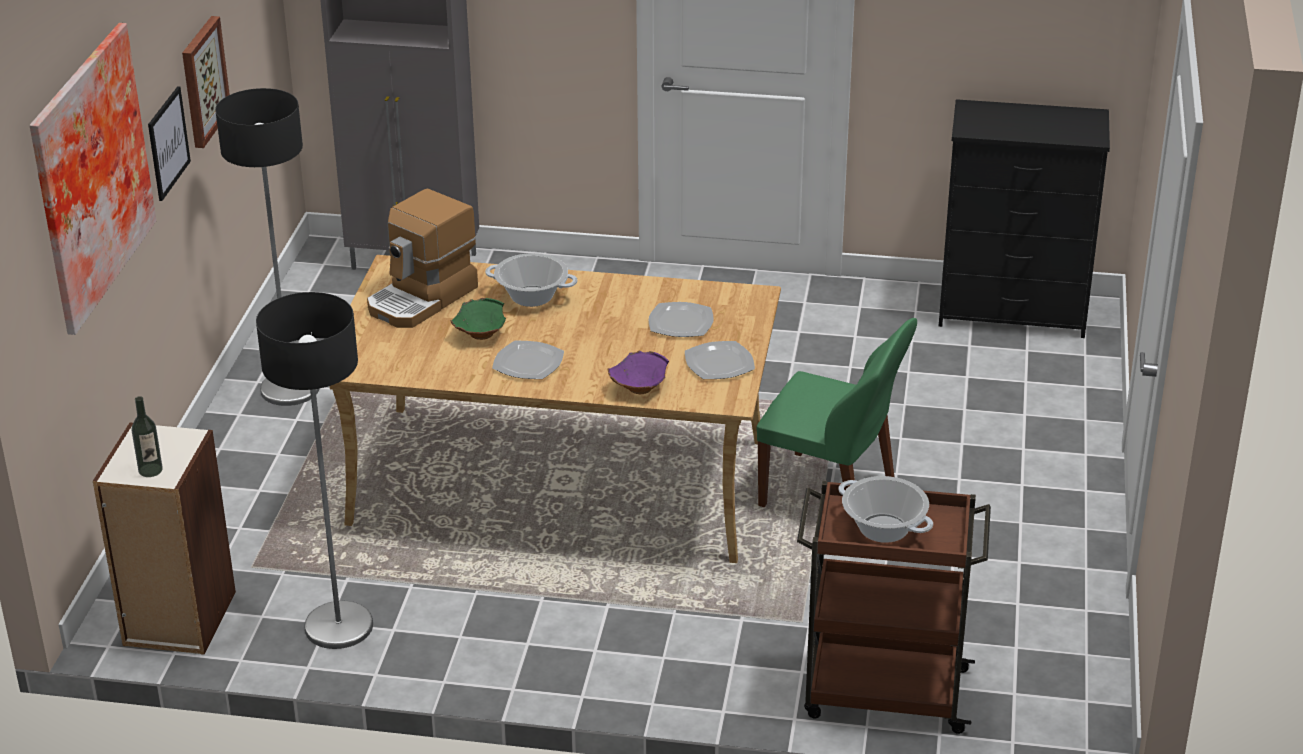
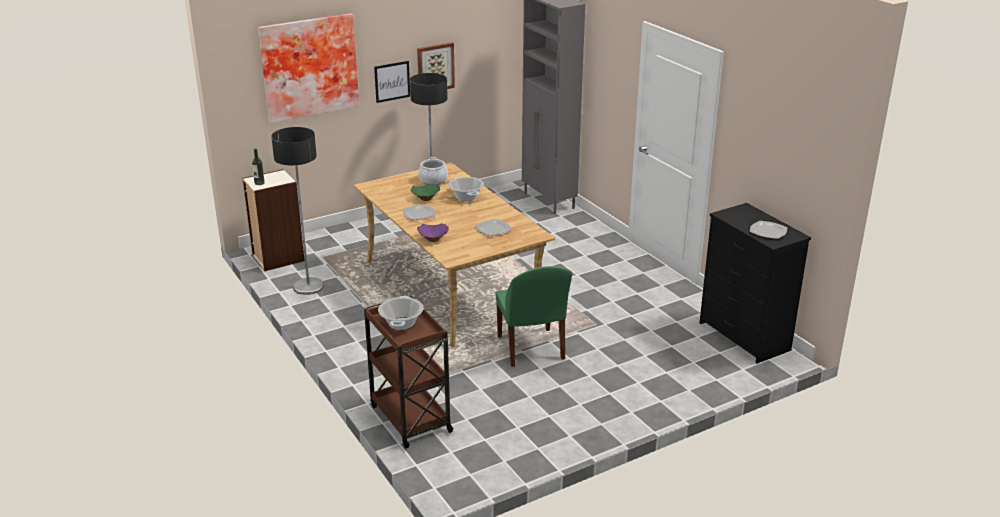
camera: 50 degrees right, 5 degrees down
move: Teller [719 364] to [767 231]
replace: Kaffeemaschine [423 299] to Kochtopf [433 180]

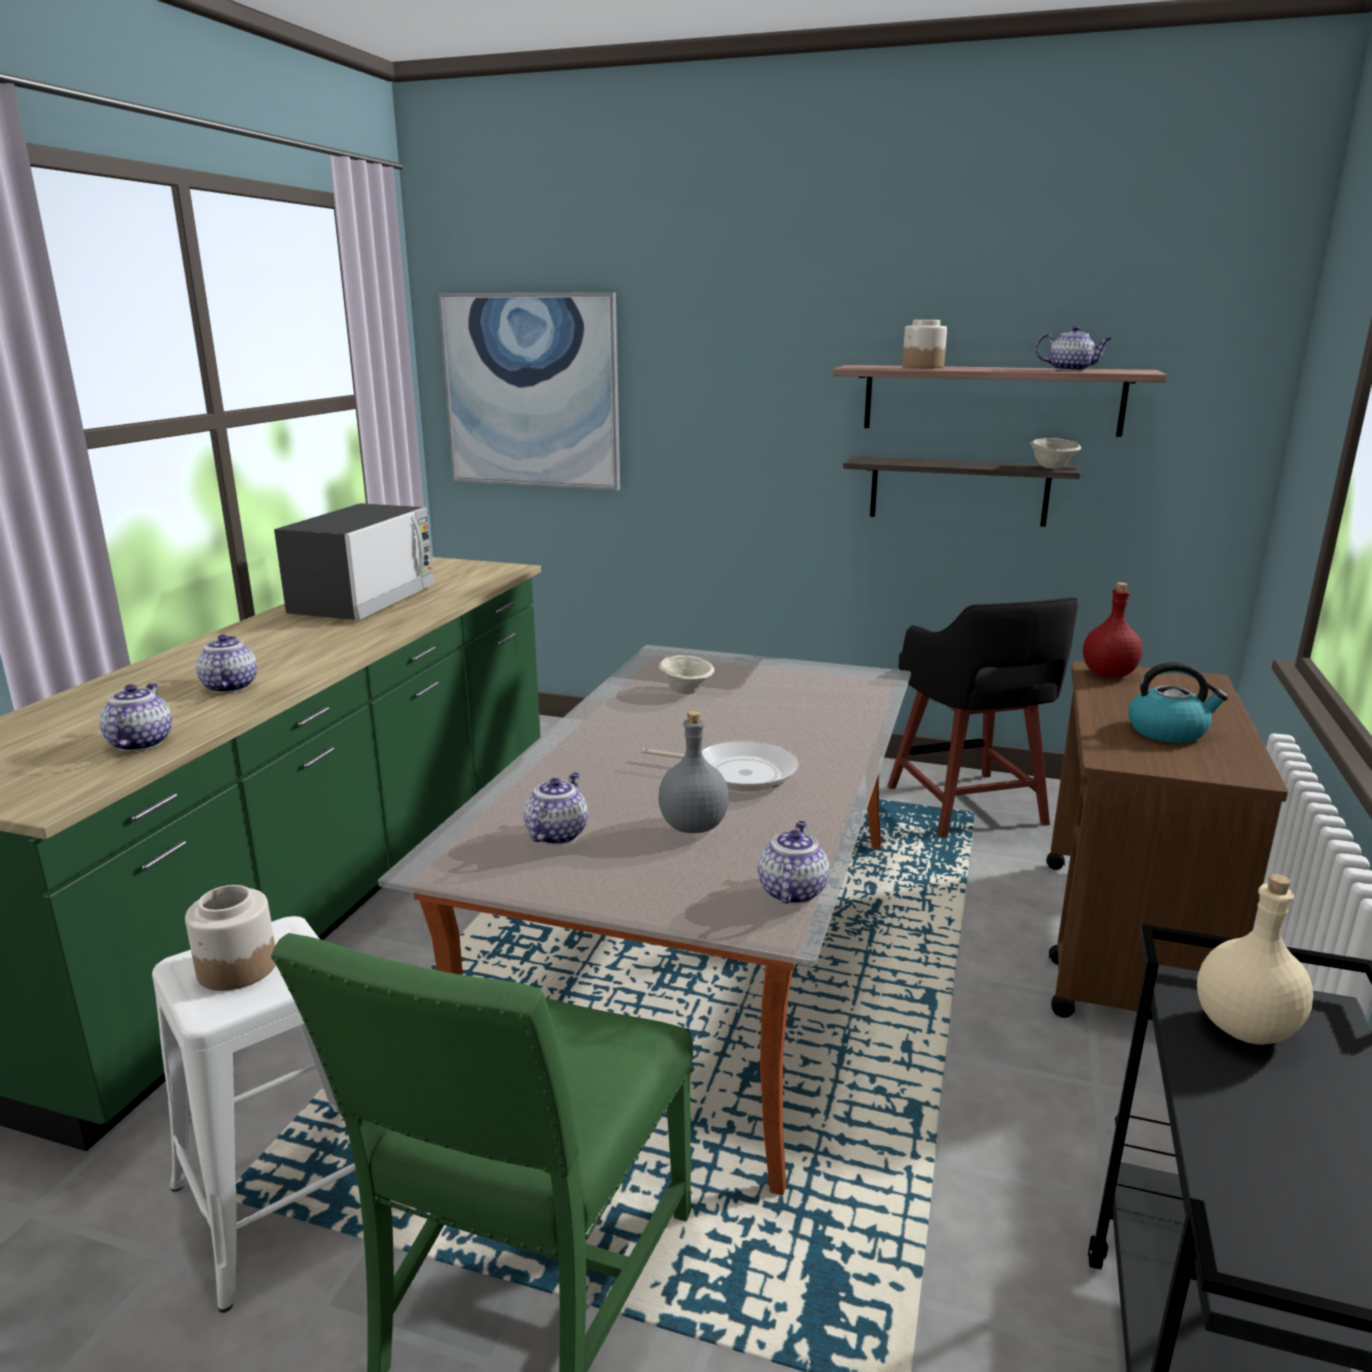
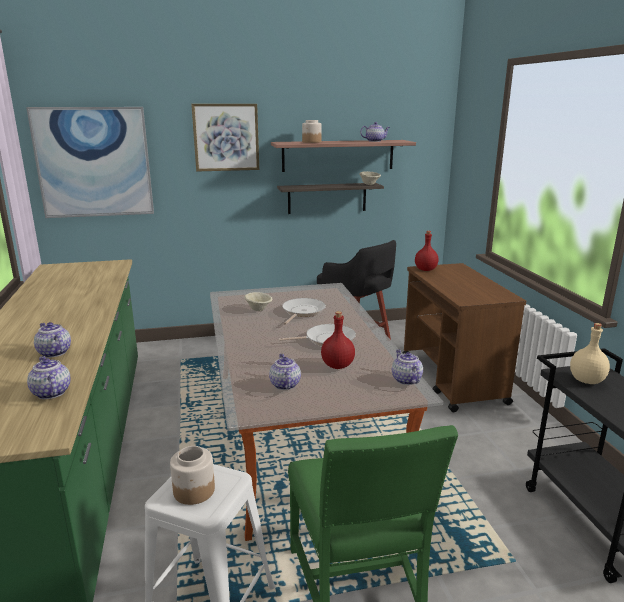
camera: 30 degrees left, 0 degrees up
delete: Mikrowelle [364 601]; Wasserkessel [1168 731]
insert: Bild [226 137]; Pfanne [302 312]
recolor: Flasche (grau) [693 826] to Flasche (rot) [337 365]

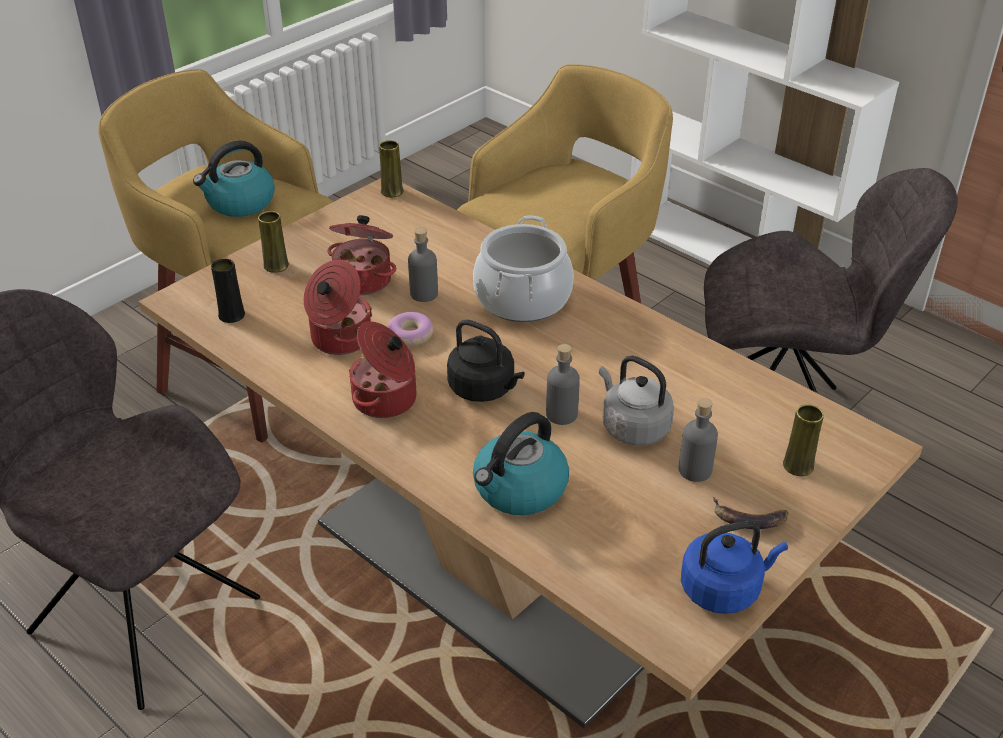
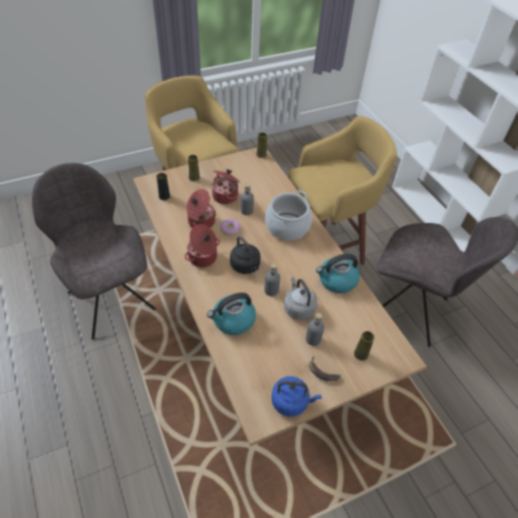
camera: 20 degrees right, 10 degrees up
move: Wasserkessel [240 203] to [336 280]

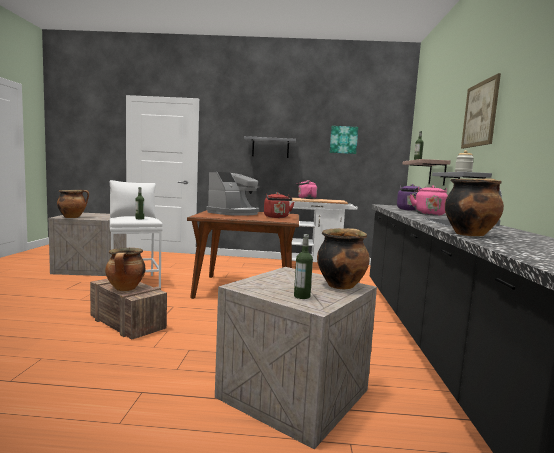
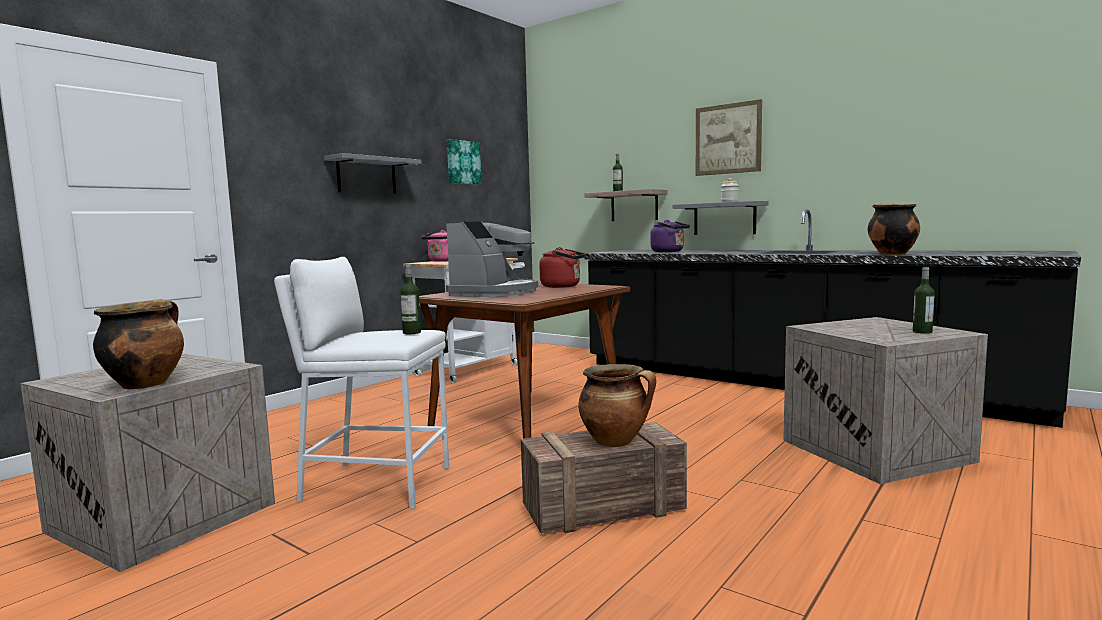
camera: 55 degrees left, 0 degrees up
delete: Wasserkessel (rosa) [428 214]; Kochtopf [341 285]
rotate: Kaffeemaschine [234 213] = [495 292] 45 degrees clockwise

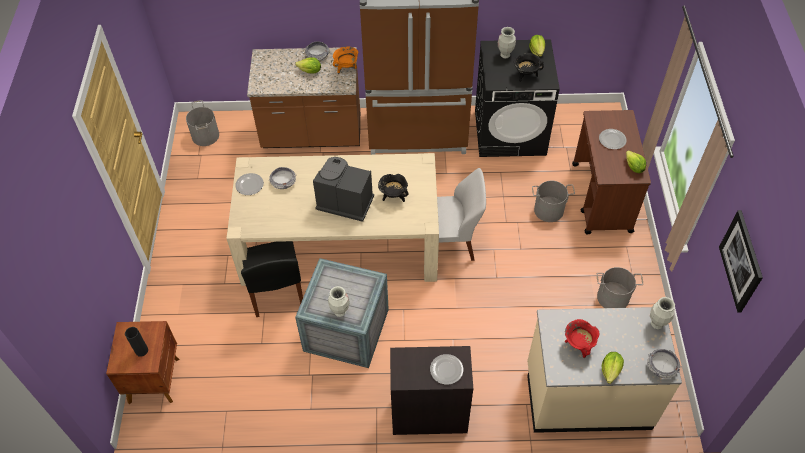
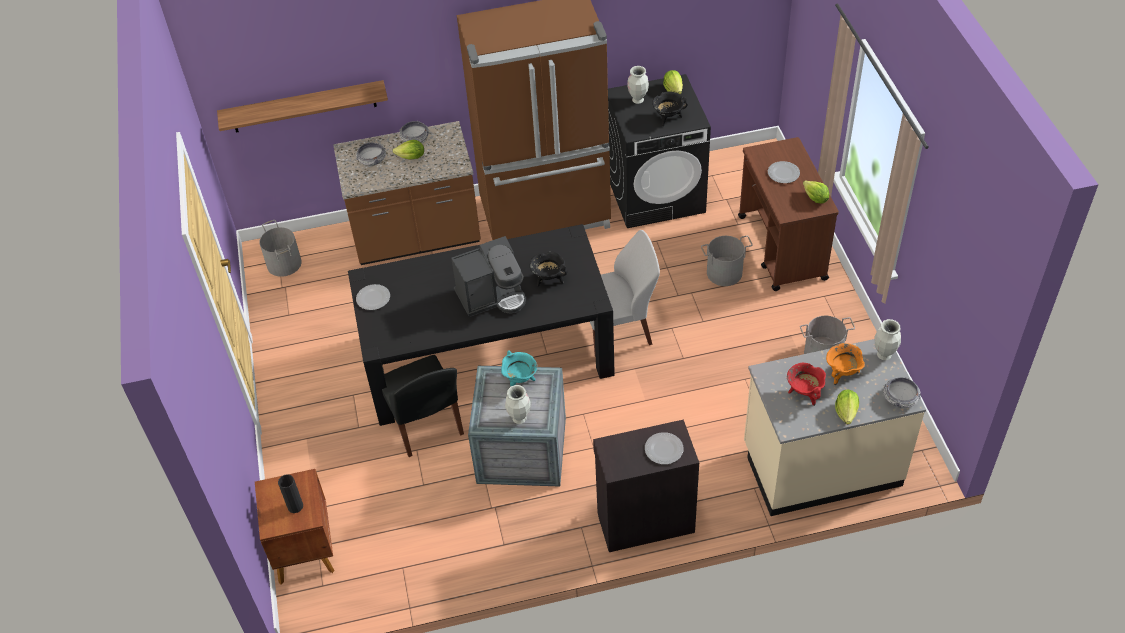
camera: 10 degrees left, 5 degrees down
delete: Bild [741 261]
insert: Wandregal [303 107]; Kochtopf (türkis) [520 380]
move: Kochtopf (orange) [346 68] to [842 374]; Schüssel [283 182] to [372 159]
recolor: Esstisch (beige) [340 243] to Esstisch (schwarz) [487 355]
rotate: Kaffeemaschine [344 202] = [492 296] 150 degrees clockwise

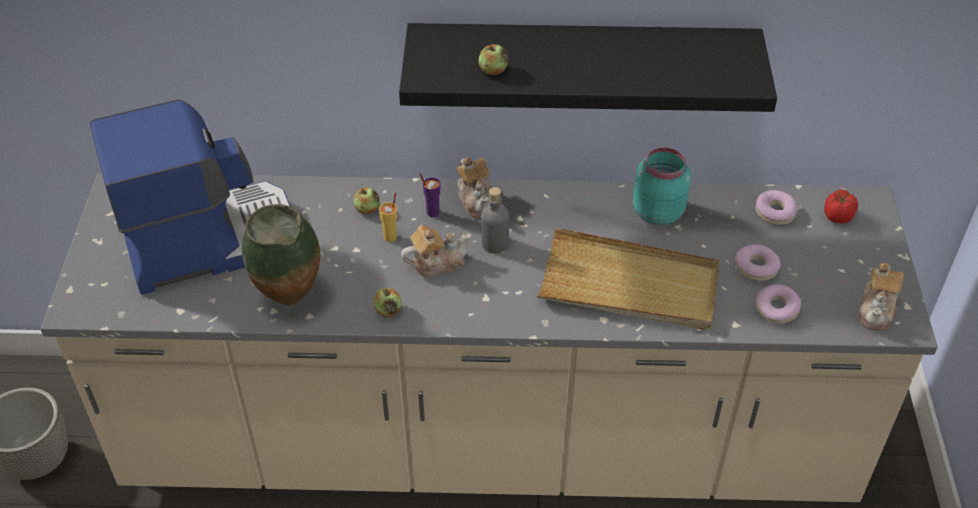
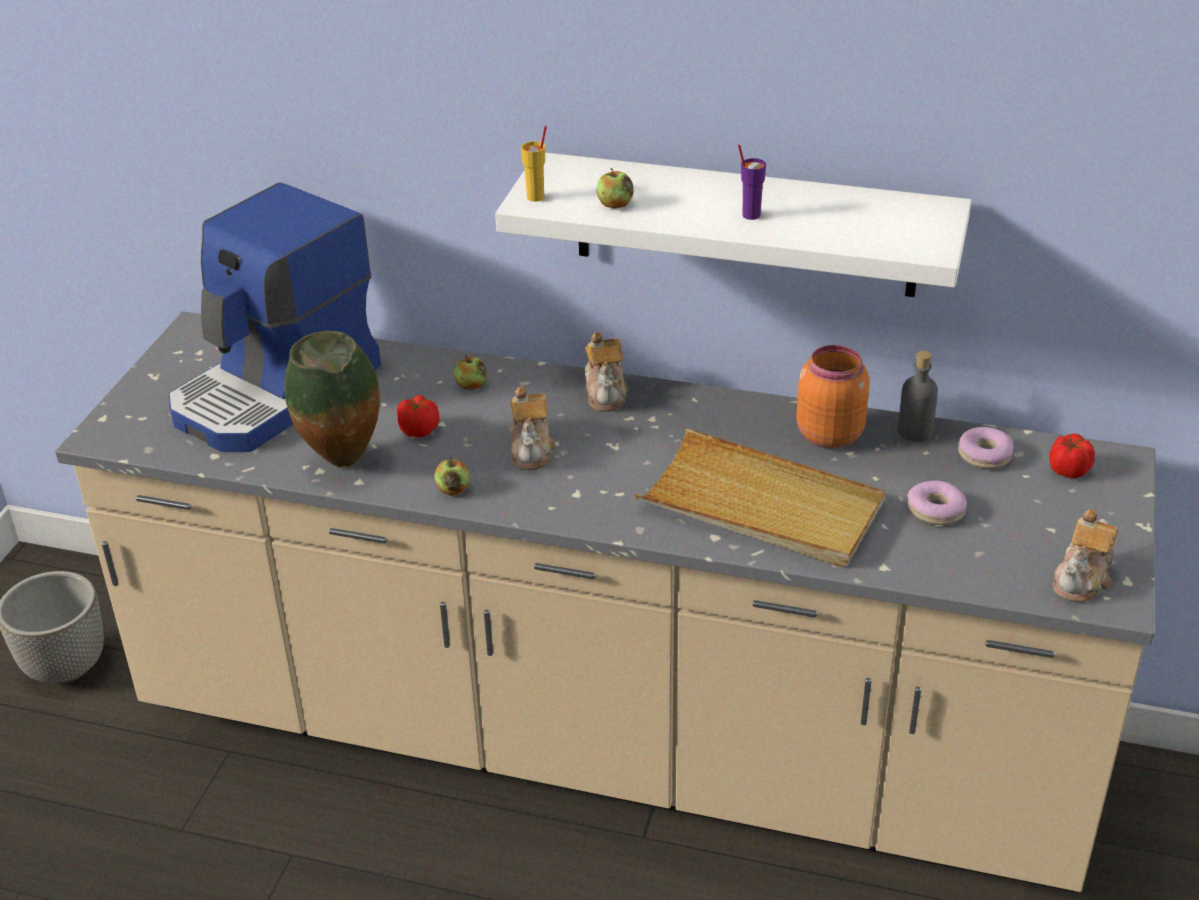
camera: 15 degrees right, 10 degrees down
delete: Donut [776 309]
insert: Tomate [418 430]
move: Tasse (lila) [432 212] to [750 215]; Flasche (grau) [495 243] to [915 431]; Tasse (gelb) [390 237] to [536 197]
recolor: Wandregal (schwarz) [581 62] to Wandregal (weiß) [745 225]; Vorratsglas (türkis) [656 211] to Vorratsglas (orange) [828 434]
rotate: Kaffeemaschine [210 240] = [277 392] 135 degrees clockwise; Teekanne [437 262] = [532 450] 90 degrees clockwise

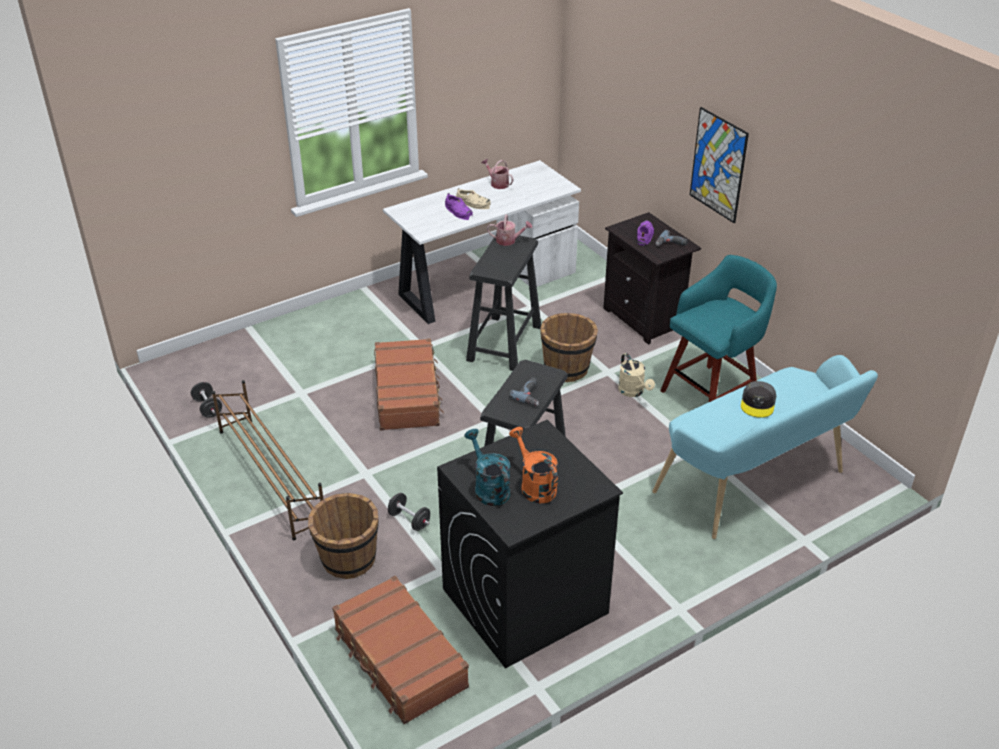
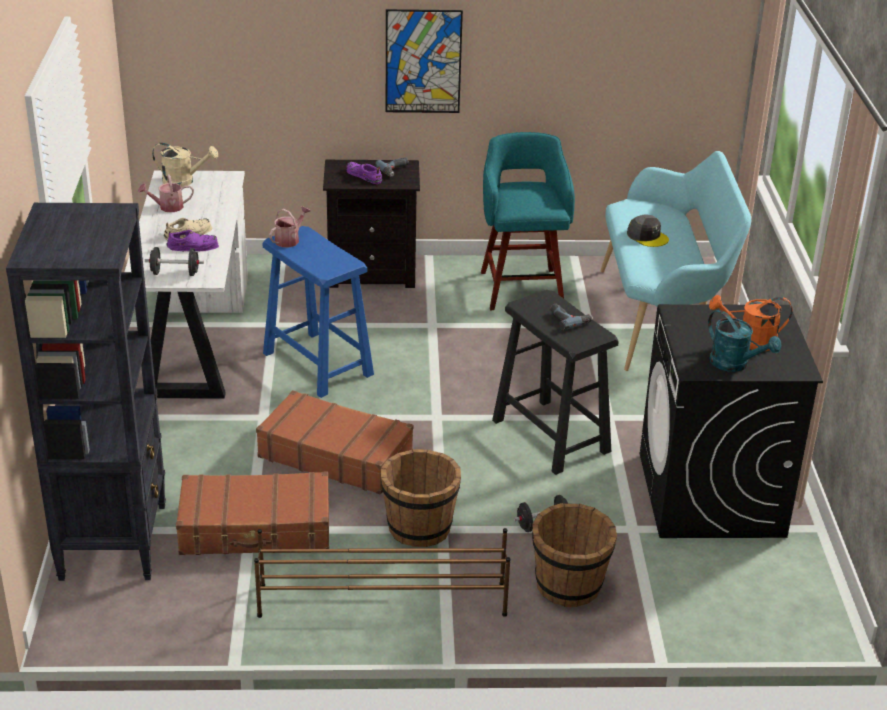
camera: 60 degrees left, 5 degrees down
insert: Bücherregal (schwarz) [114 540]
move: Eimer (braun) [567 368] to [419 527]; Gießkanne (beige) [633 392] to [184 181]; Hantel (schwarz) [208 408] to [175 273]; Koffer (braun) [399 659] to [256 529]
recolor: Hocker (schwarz) [504 343] to Hocker (blau) [318 364]
rotate: Gießkanne (türkis) [488 488] = [735 364] 135 degrees counterclockwise

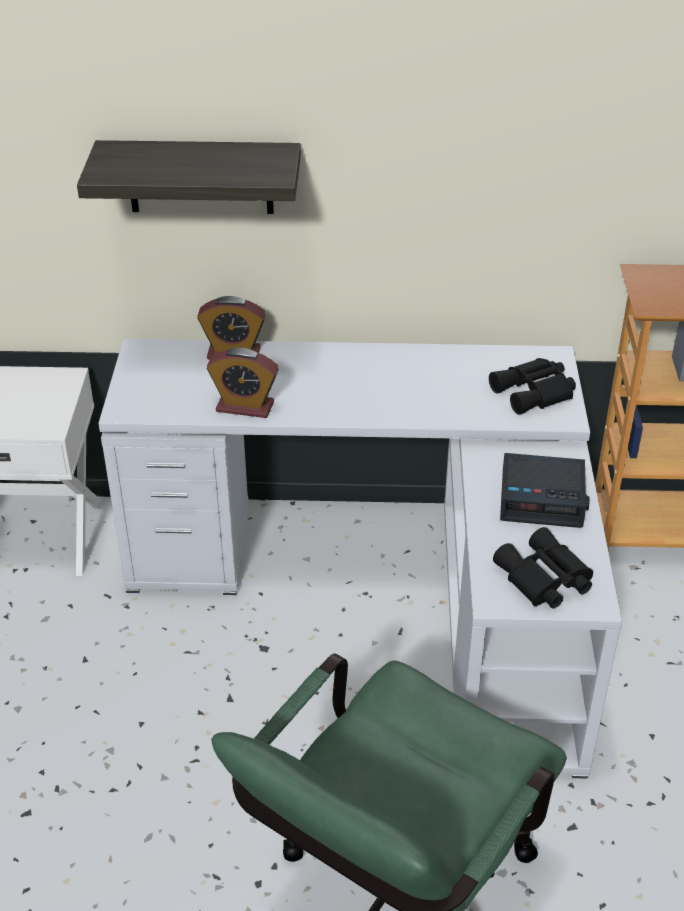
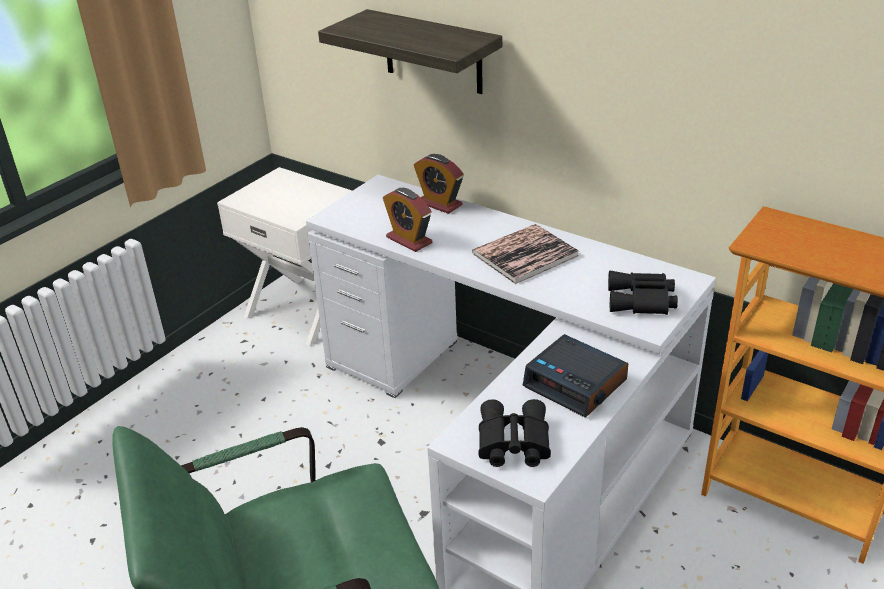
camera: 35 degrees right, 5 degrees down
insert: Buch [525 254]

